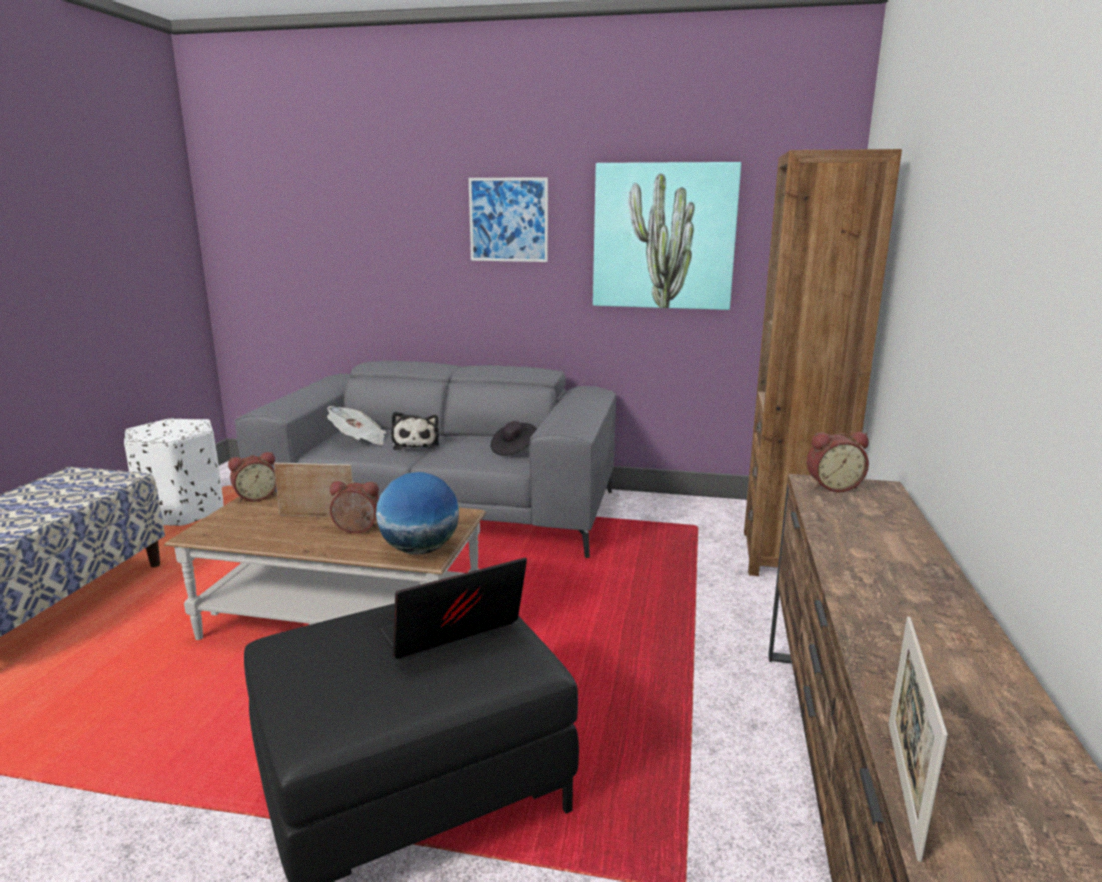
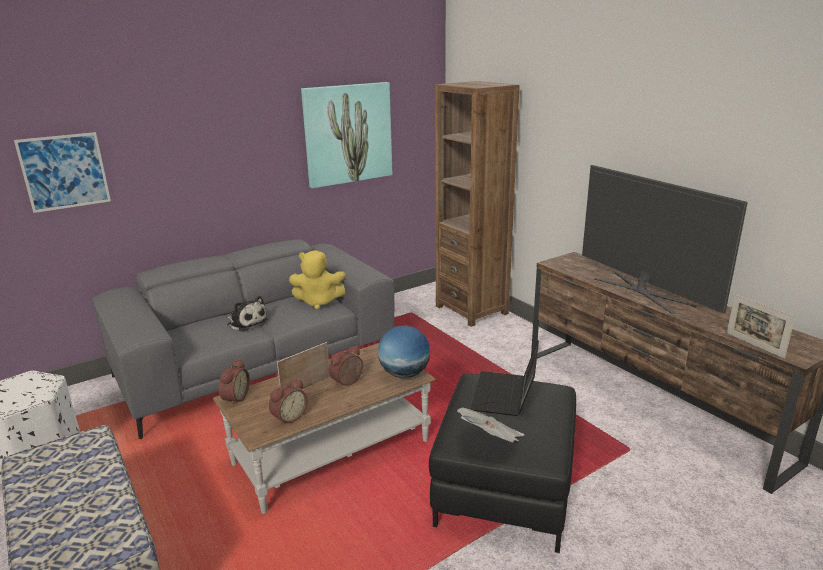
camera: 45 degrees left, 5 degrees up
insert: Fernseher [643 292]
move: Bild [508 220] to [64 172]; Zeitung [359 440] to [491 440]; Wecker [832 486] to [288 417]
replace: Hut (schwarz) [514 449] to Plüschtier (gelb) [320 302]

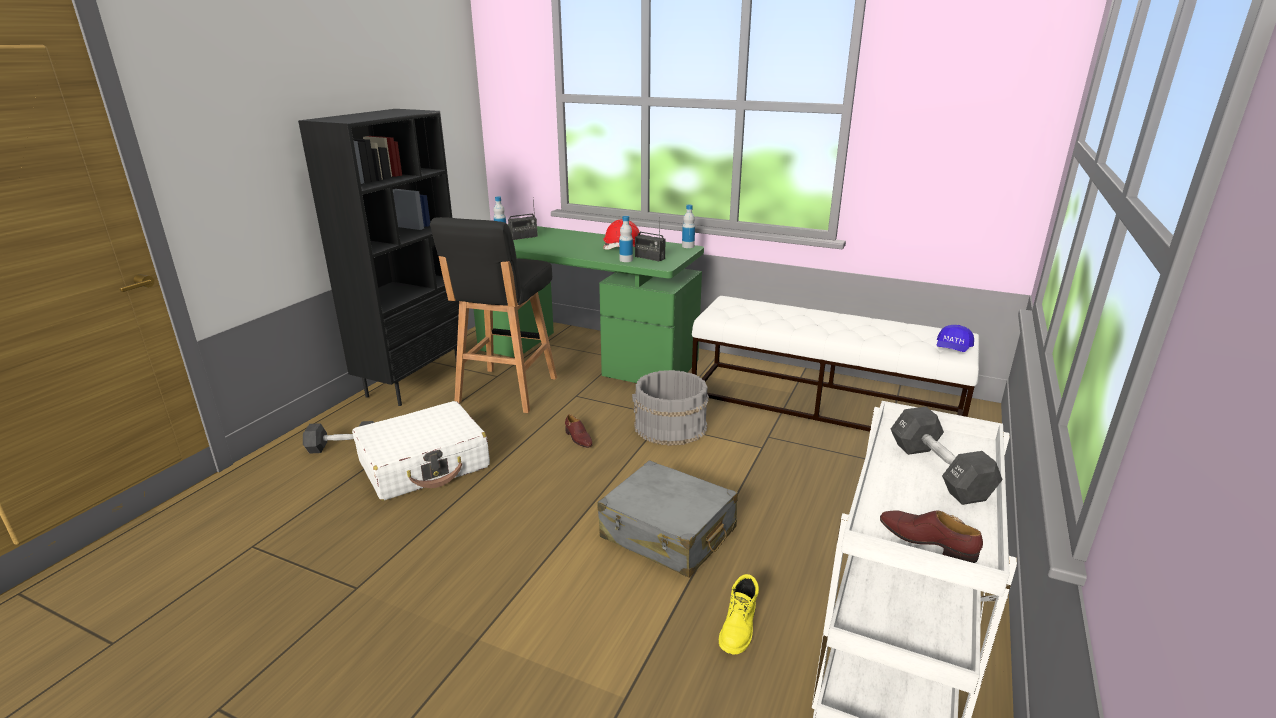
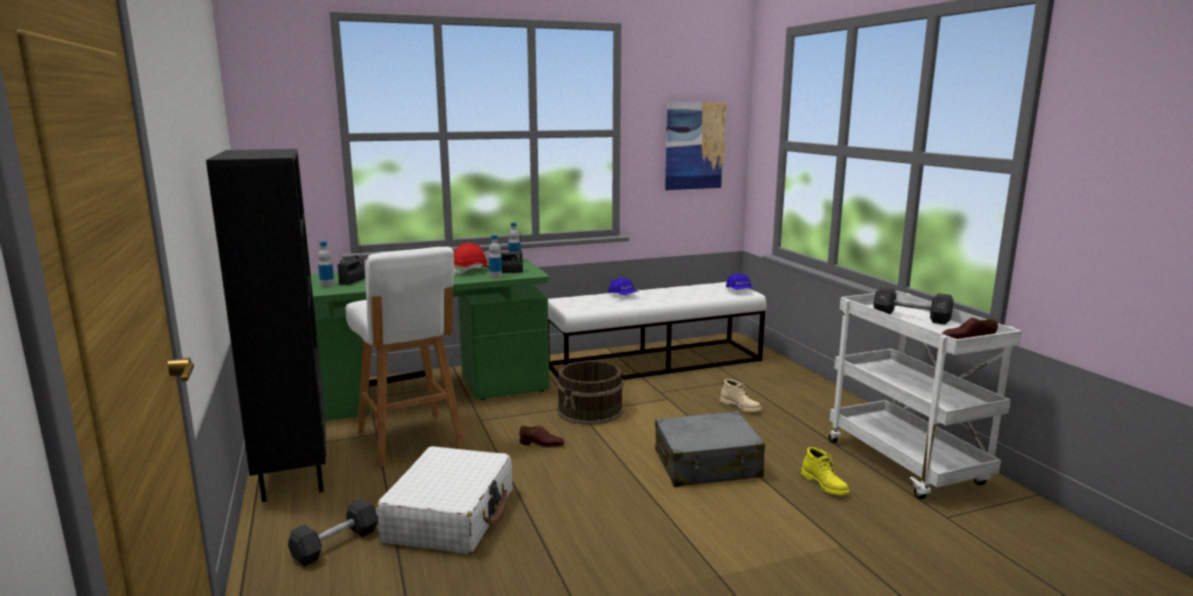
camera: 45 degrees left, 10 degrees down
insert: Bild [694 146]; Kappe (blau) [623 295]; Stiefel (beige) [741 407]
recolor: Hocker (schwarz) [506 391] to Hocker (weiß) [410 440]; Eimer (grau) [670 426] to Eimer (braun) [590 411]

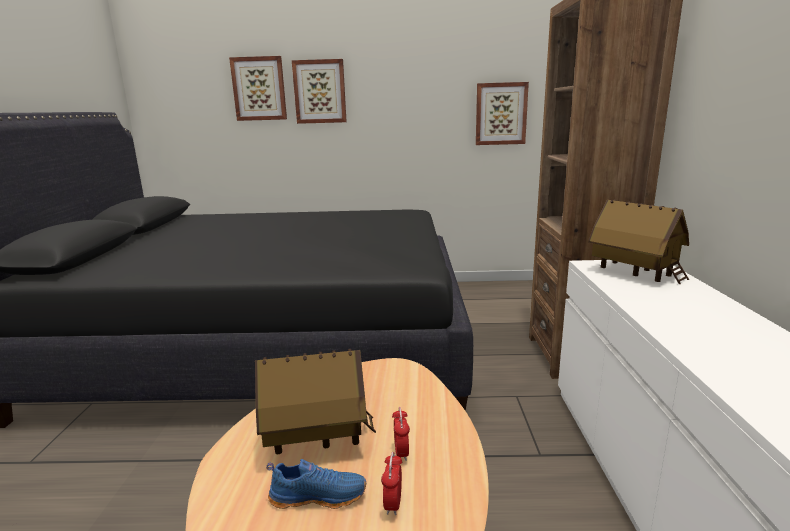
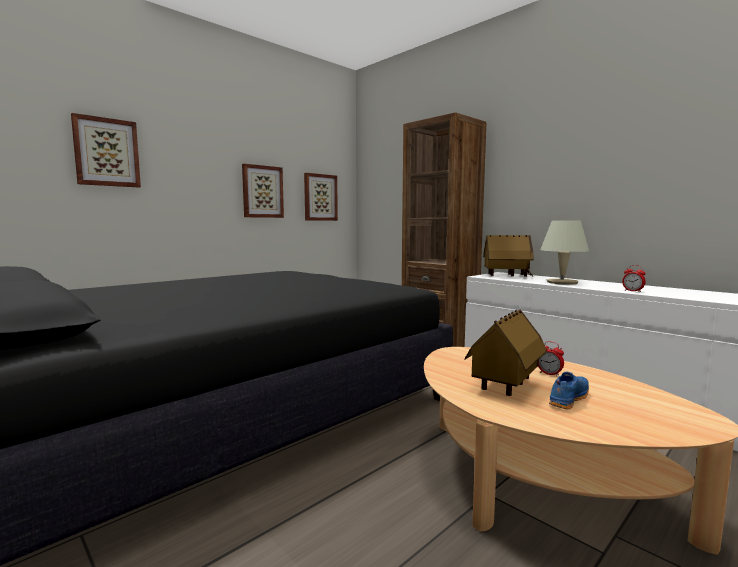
camera: 45 degrees left, 10 degrees down
insert: Tischlampe (beige) [562 282]
move: Bild [320 92] to [262 191]; Wecker [393 504] to [633 291]

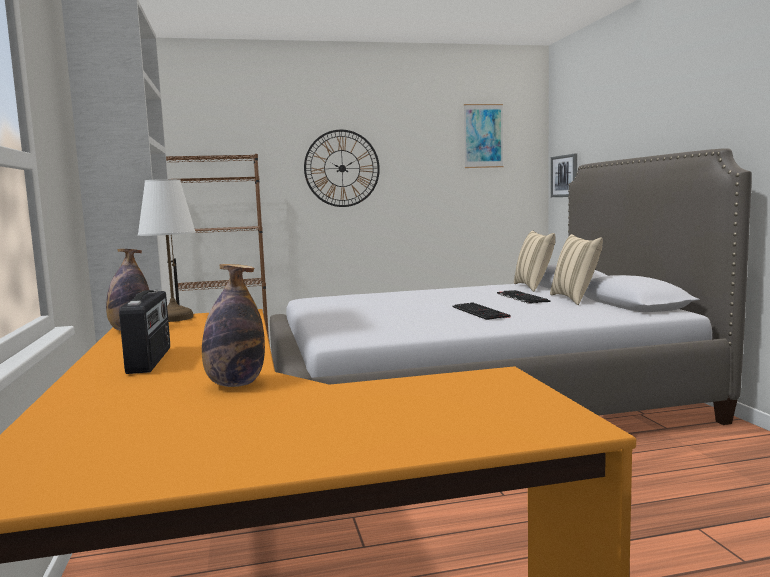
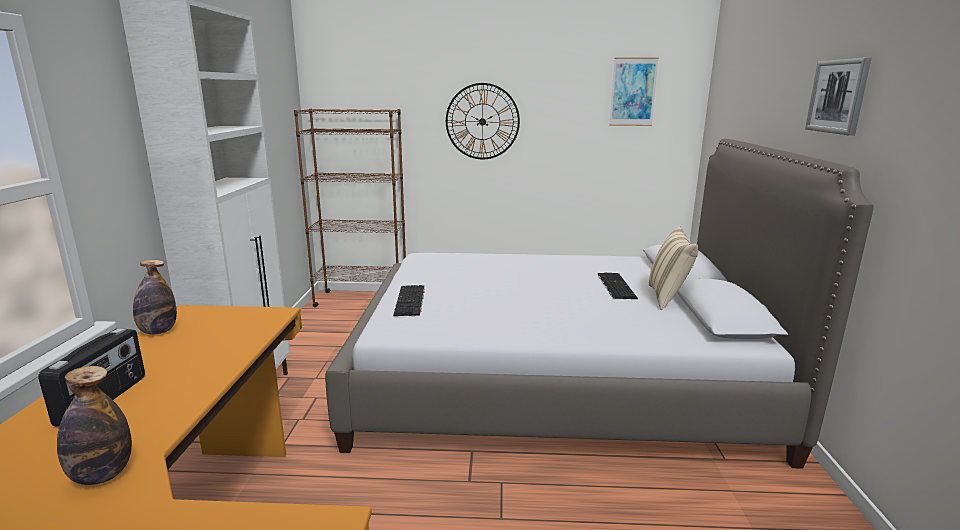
camera: 15 degrees right, 10 degrees up
delete: Tischlampe (weiß) [174 318]; Kissen (beige) [534 287]
move: Bild [565 176] to [838 96]; Tastatur [481 312] to [411 301]

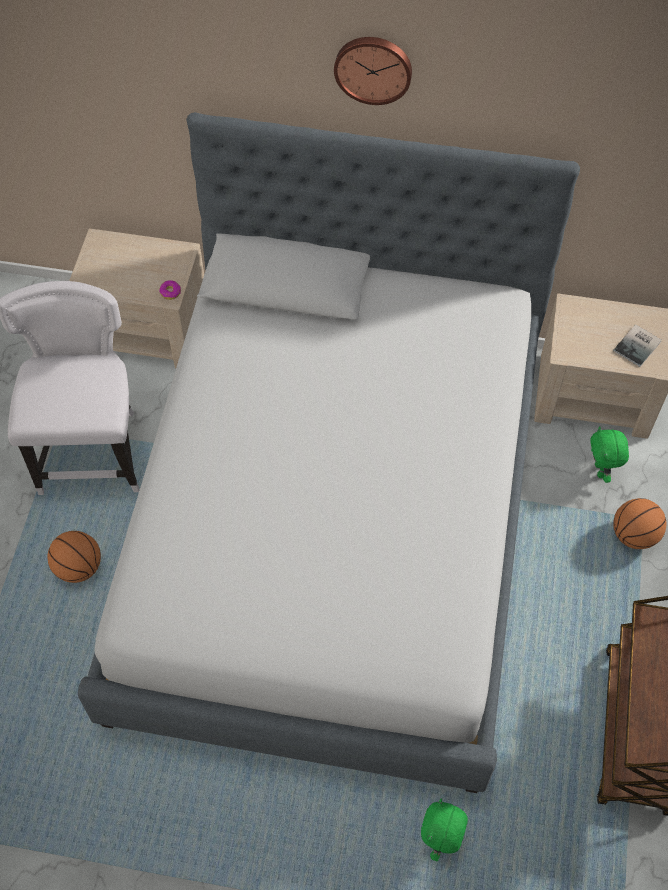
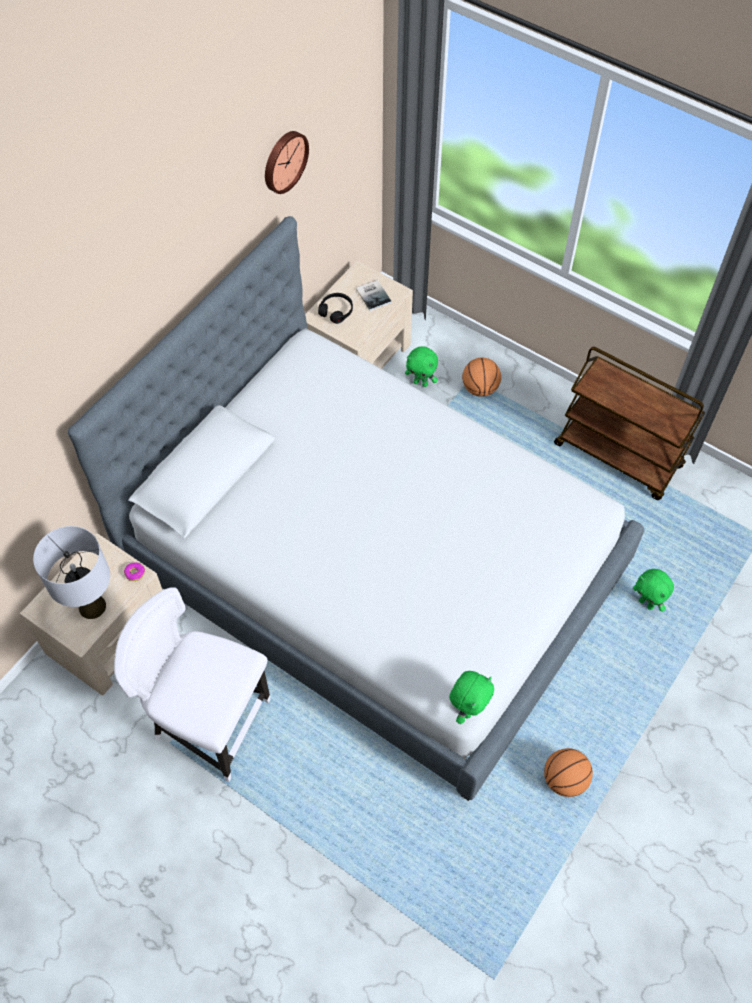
camera: 65 degrees left, 0 degrees up
insert: Kopfhörer (schwarz) [336 311]; Tischlampe (grau) [92 607]; Plüschtier (grün) [468 709]
move: Wanduhr [373 68] to [284 161]; Basketball [79 567] to [564 779]

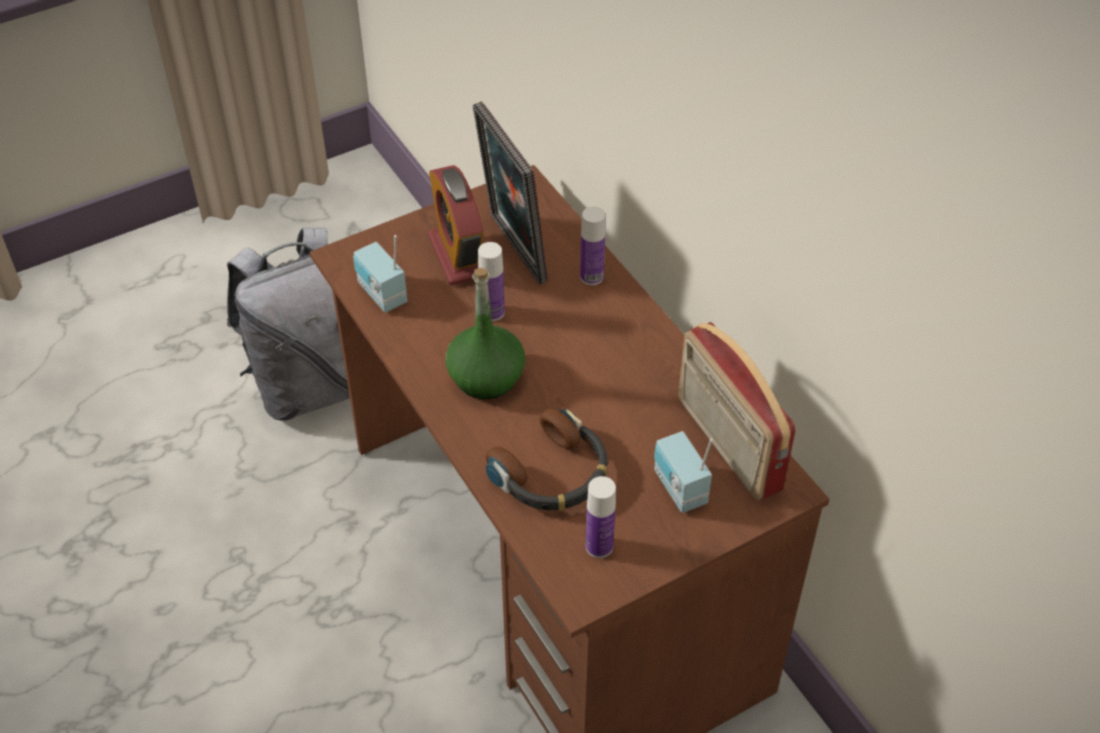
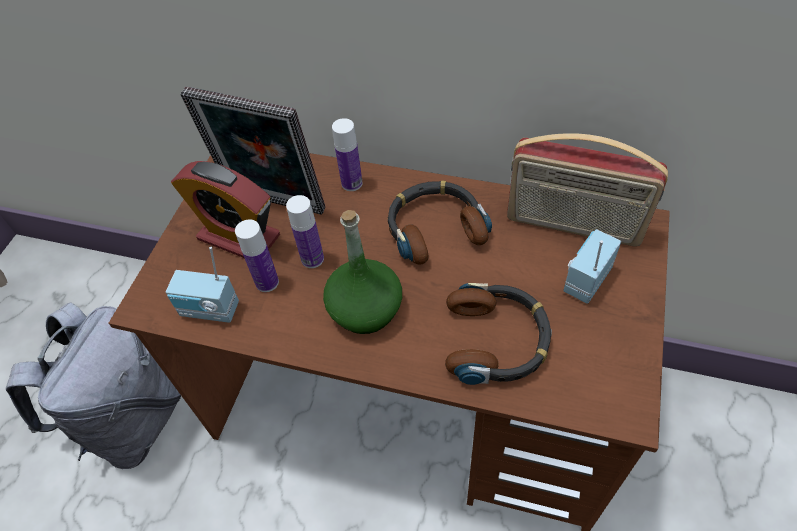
camera: 40 degrees left, 5 degrees up
insert: Kopfhörer [435 227]
move: Flasche [599 546] to [267 282]
rotate: Radio [678 489] = [585 279] 105 degrees clockwise

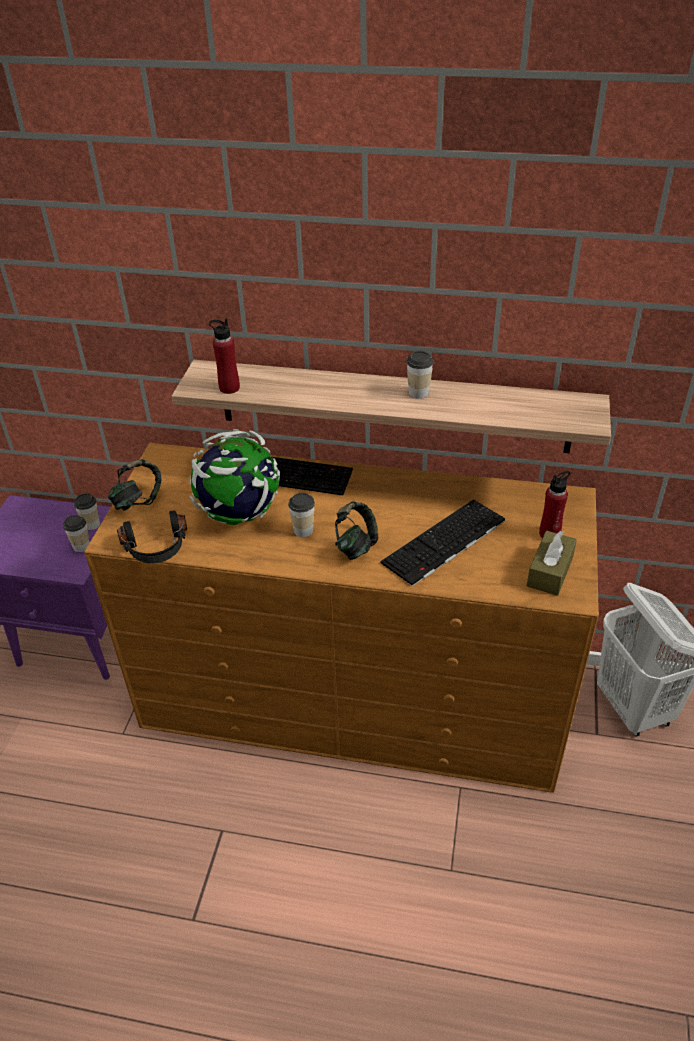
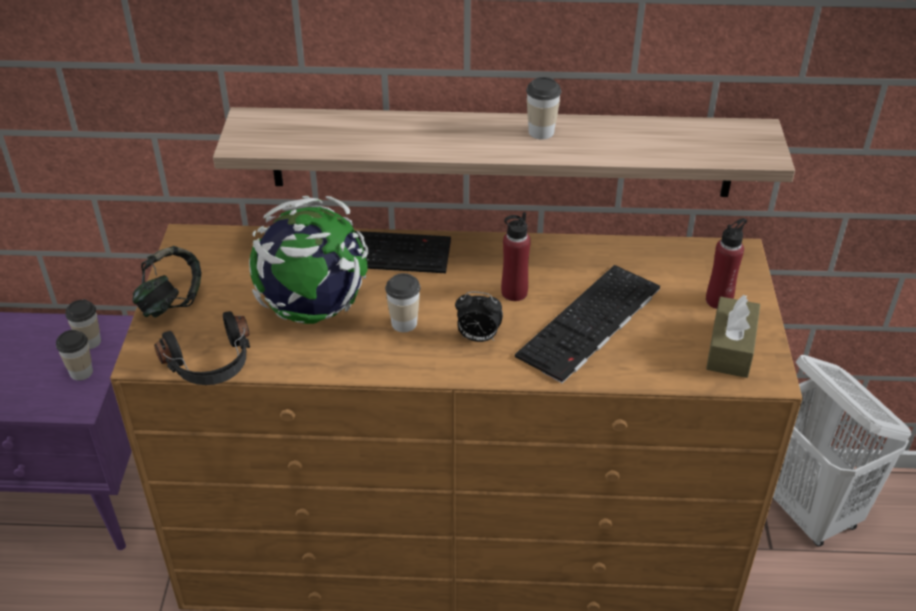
camera: 10 degrees left, 0 degrees up
move: Flasche (rot) [229 388] to [514 292]
replace: Kopfhörer [356 546] to Wecker [478 337]

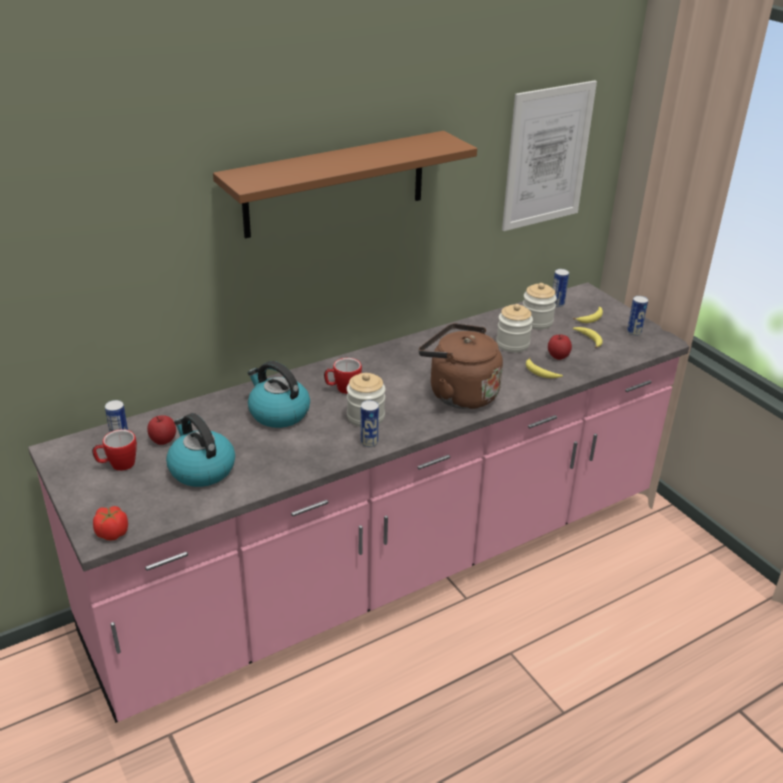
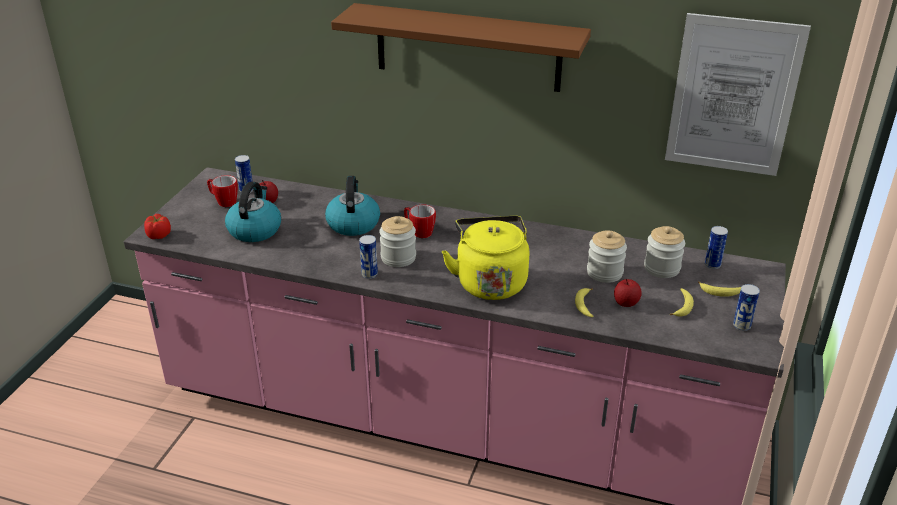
camera: 50 degrees right, 0 degrees up
recolor: Wasserkessel (braun) [459 393] to Wasserkessel (gelb) [490 281]

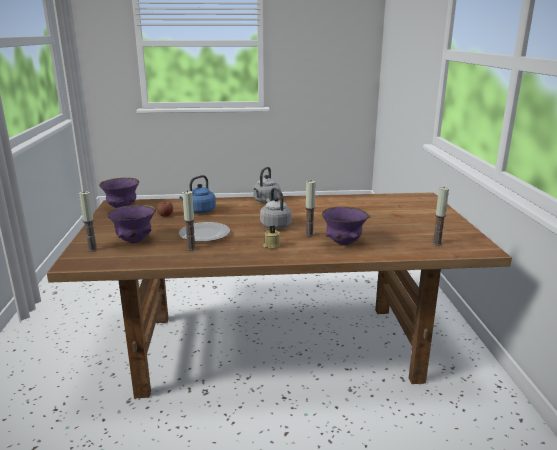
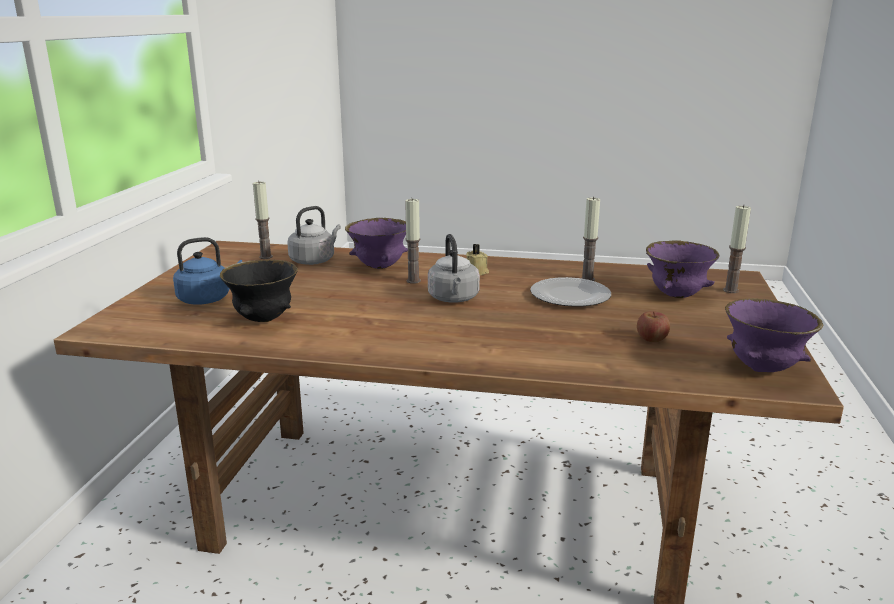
camera: 165 degrees left, 0 degrees up
insert: Schüssel (schwarz) [264 319]
move: Wasserkessel (grau) [266 201] to [314 260]; Wasserkessel (blau) [199 211] to [207 299]

